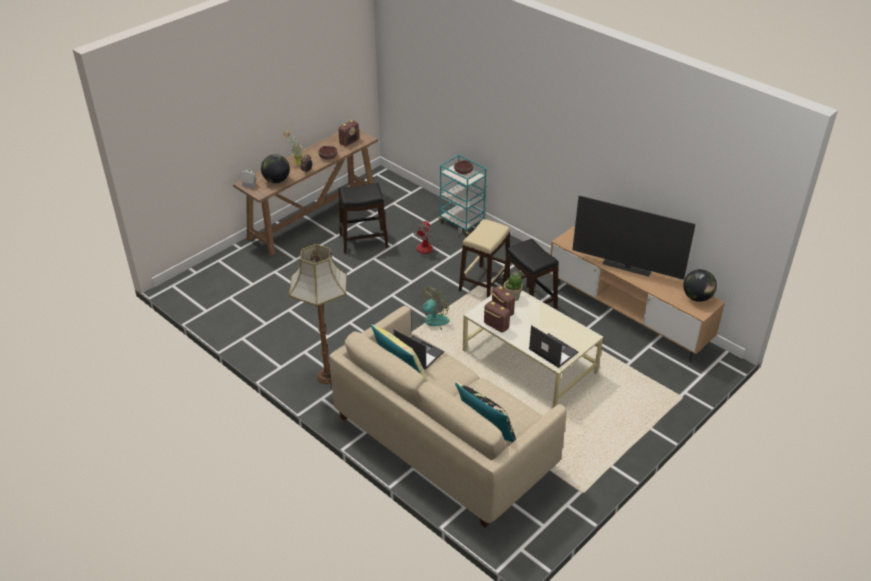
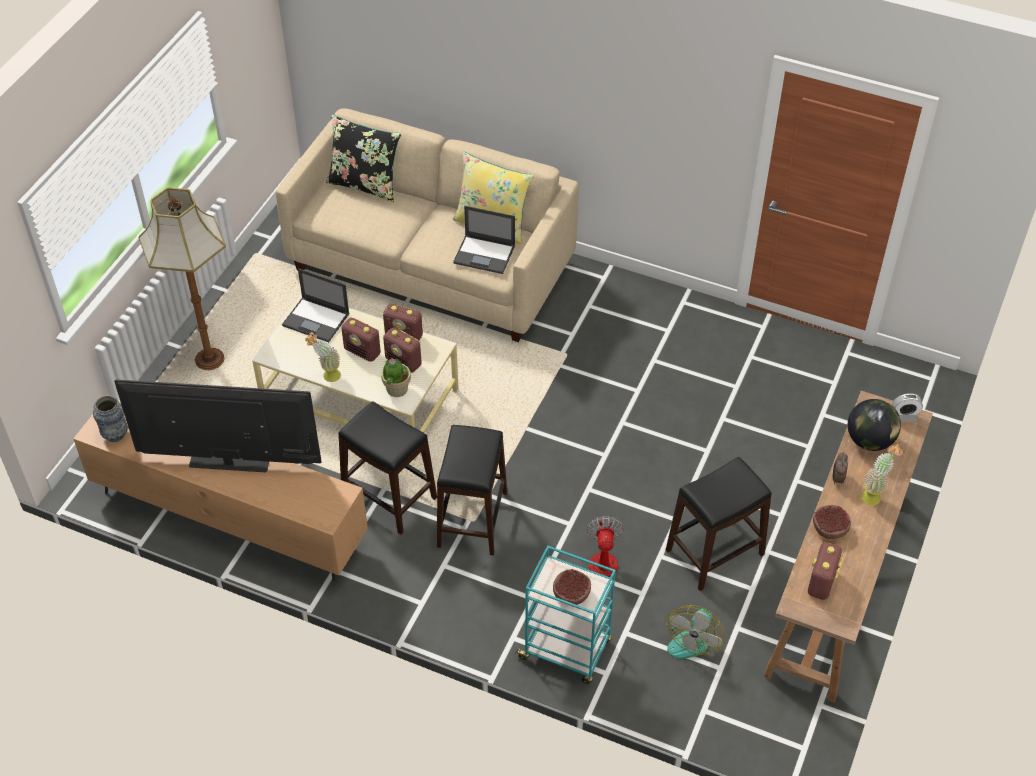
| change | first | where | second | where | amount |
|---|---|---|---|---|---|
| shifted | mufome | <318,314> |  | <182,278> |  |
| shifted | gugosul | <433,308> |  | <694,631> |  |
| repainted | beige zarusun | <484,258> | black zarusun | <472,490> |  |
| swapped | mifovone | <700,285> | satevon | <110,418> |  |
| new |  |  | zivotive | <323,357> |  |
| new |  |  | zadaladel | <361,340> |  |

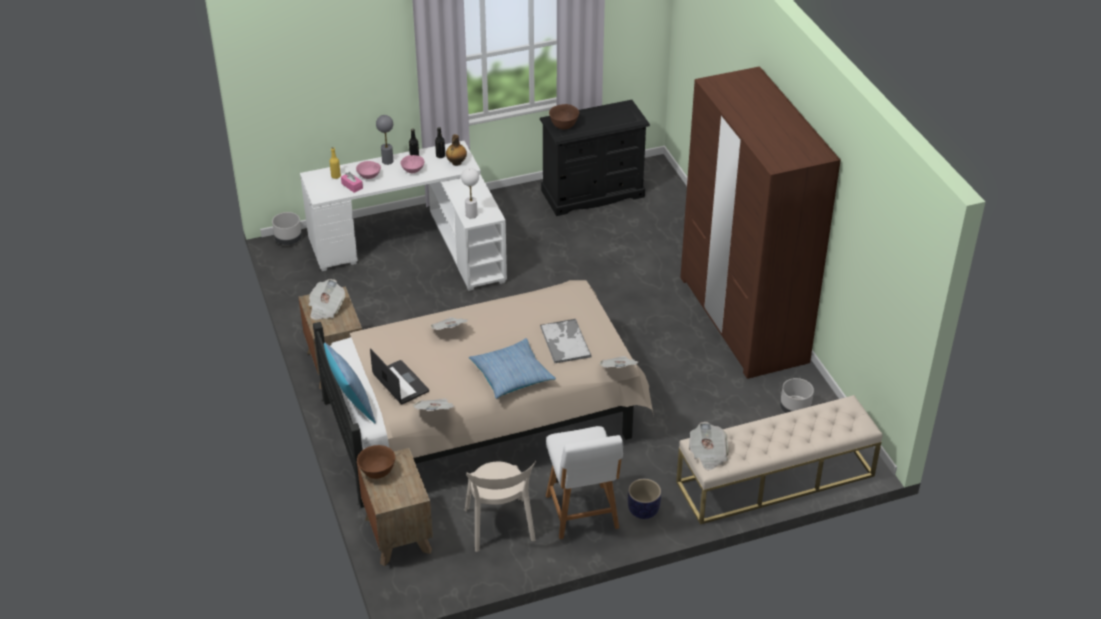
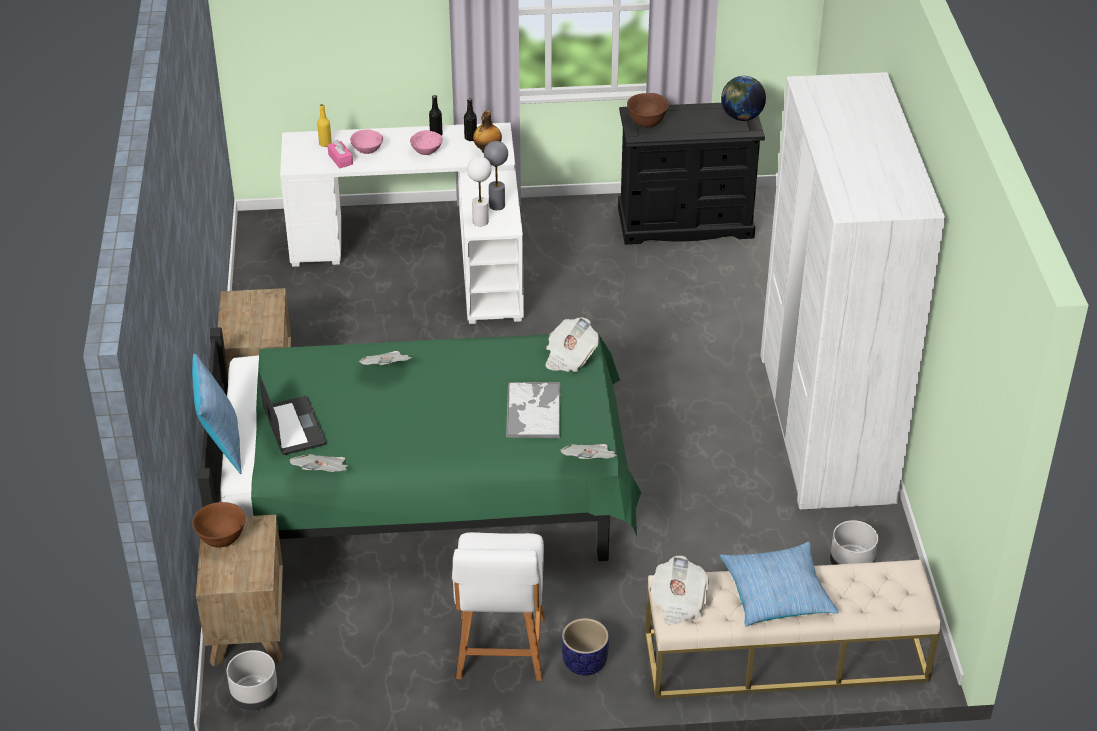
| change | first | where | second | where | amount |
|---|---|---|---|---|---|
| shifted | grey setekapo | <287,228> |  | <252,680> |  |
| shifted | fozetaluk | <327,299> |  | <572,344> |  |
| repainted | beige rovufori | <483,394> | green rovufori | <419,444> |  |
| shifted | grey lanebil | <384,140> |  | <496,175> |  |
| gone | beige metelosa | <500,506> |  |  |  |
| shifted | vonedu | <512,368> |  | <779,584> |  |
| repainted | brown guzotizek | <760,222> | white guzotizek | <852,291> |  |
| new |  |  | mifovone | <743,98> |  |

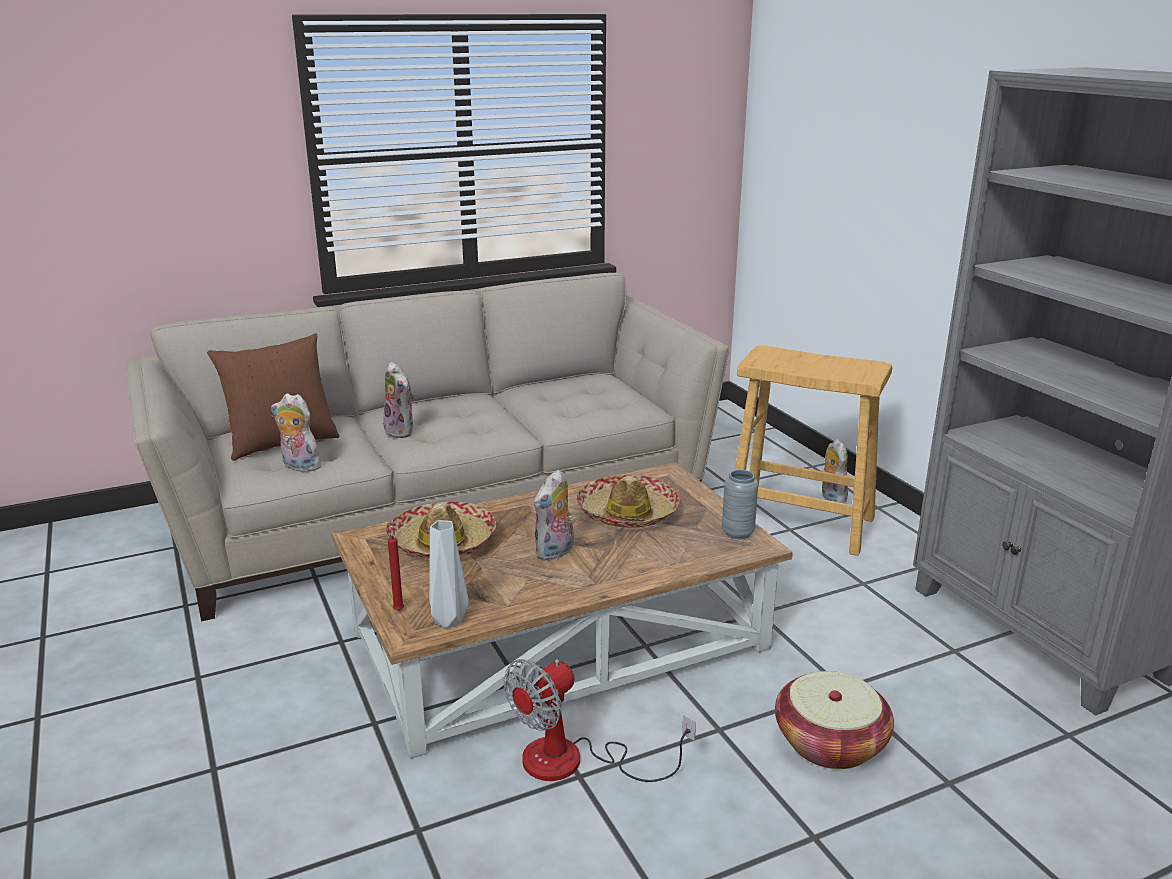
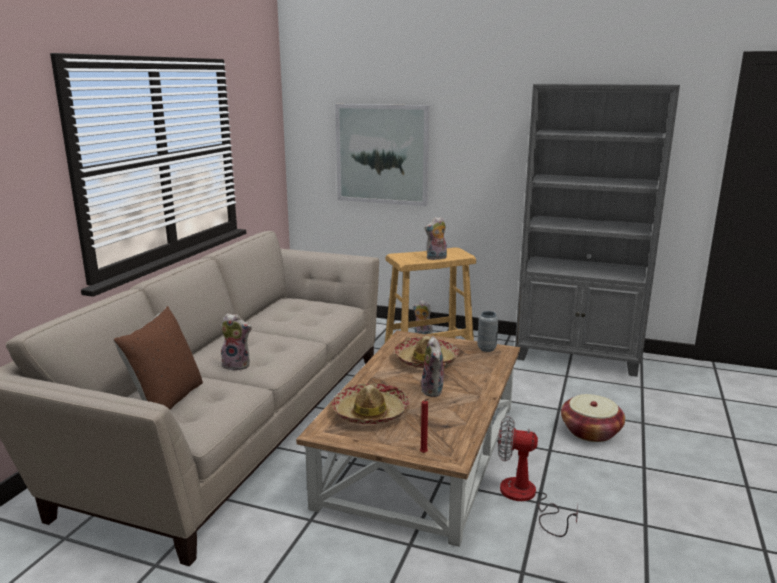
| change | first | where | second | where | amount |
|---|---|---|---|---|---|
| shifted | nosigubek | <296,432> |  | <435,238> |  |
| gone | grey satevon | <449,574> |  |  |  |
| rotated | gugosul | <600,720> |  | <538,476> | 105 degrees clockwise |
| new |  |  | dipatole | <382,155> |  |

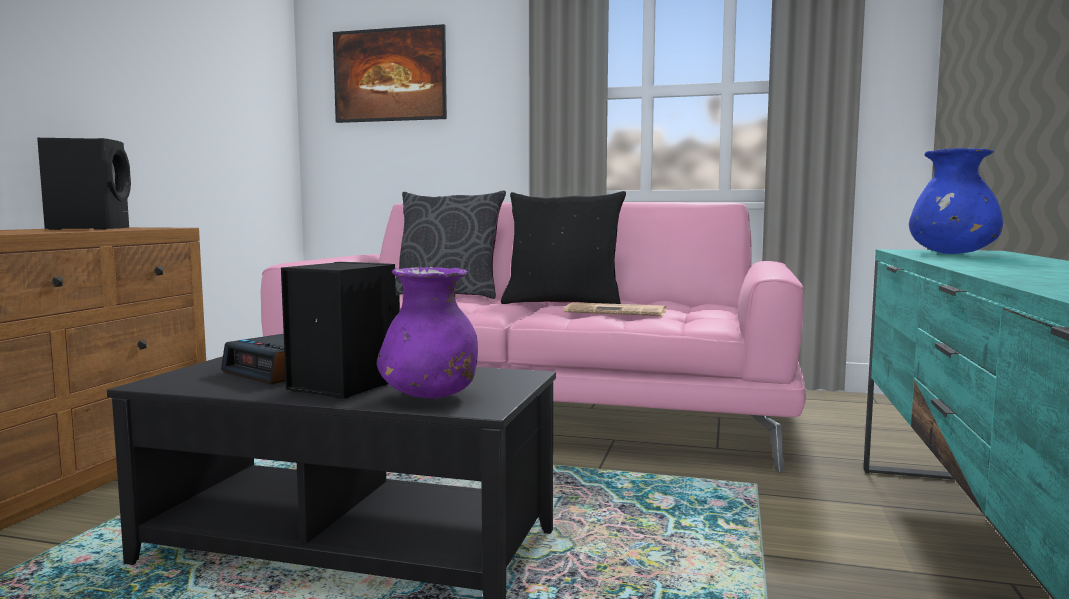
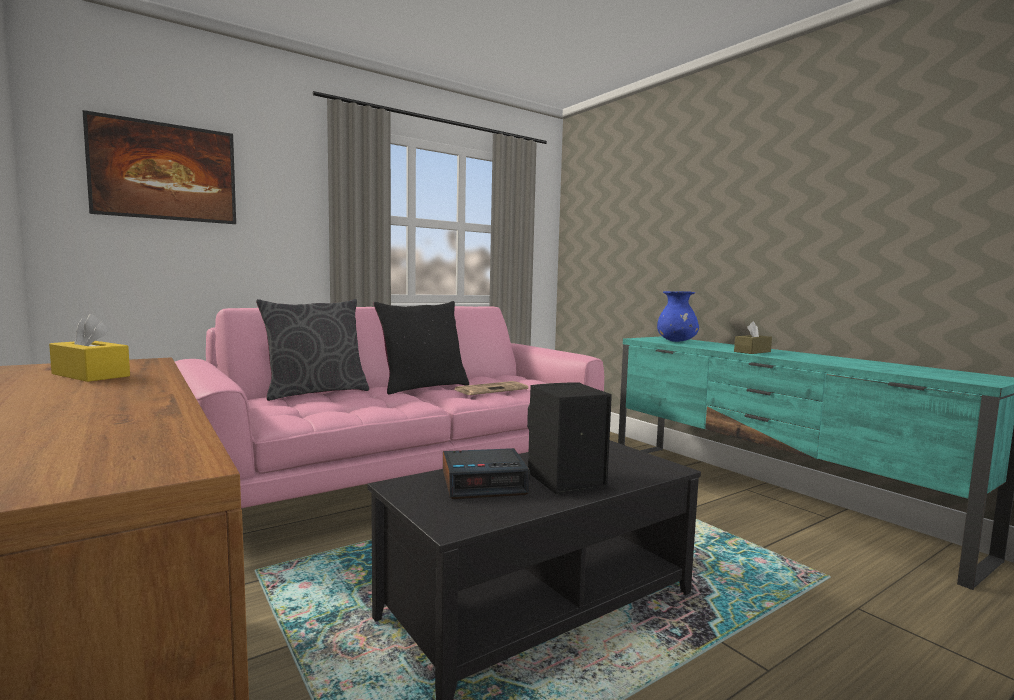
| change | first | where | second | where | amount |
|---|---|---|---|---|---|
| swapped | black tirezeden | <84,184> | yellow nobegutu | <89,348> |  |
| gone | purple satevon | <427,332> |  |  |  |
| new |  |  | brown nobegutu | <753,337> |  |

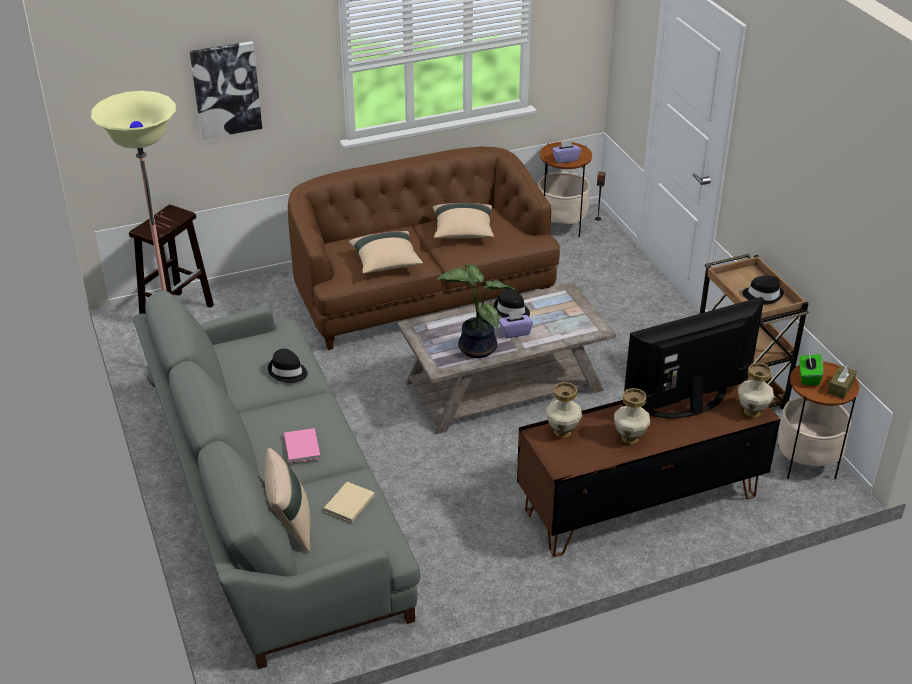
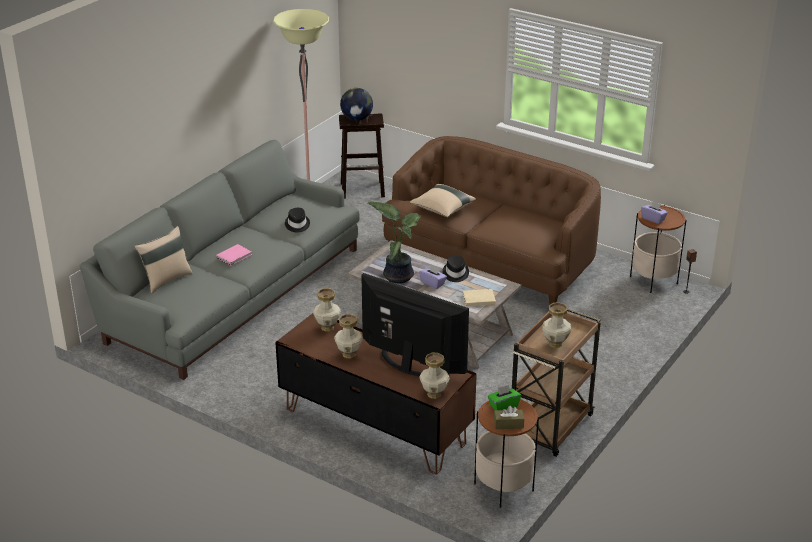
| change | first | where | second | where | amount |
|---|---|---|---|---|---|
| gone | dipatole | <226,90> |  |  |  |
| shifted | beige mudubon | <349,502> |  | <479,297> |  |
| gone | beige vonedu | <463,221> |  |  |  |
| swapped | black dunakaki | <763,290> | satevon | <556,325> |  |
| new |  |  | mifovone | <356,104> |  |

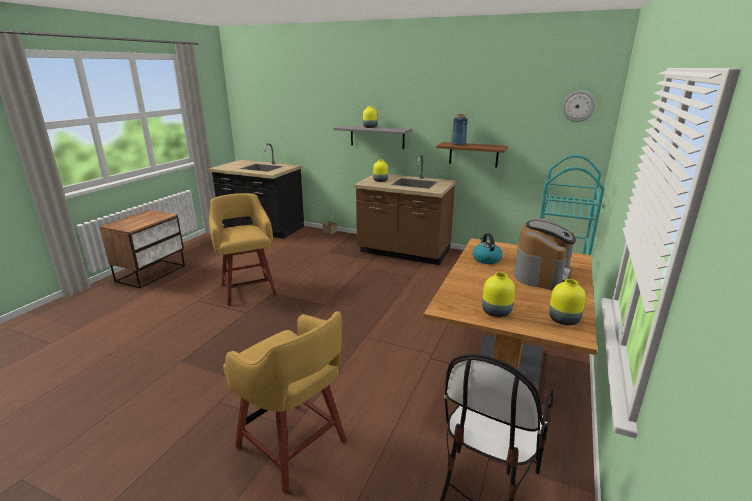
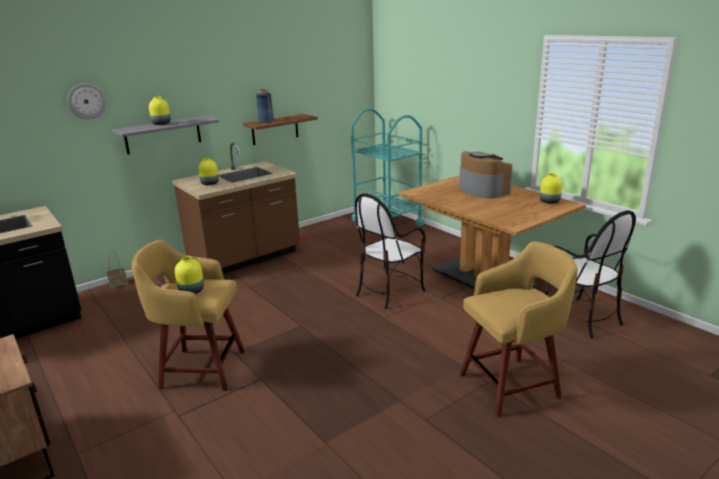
| change | first | where | second | where | amount |
|---|---|---|---|---|---|
| gone | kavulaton | <487,248> |  |  |  |
| shifted | yellow satevon | <498,294> |  | <189,275> |  |
| shifted | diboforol | <579,106> |  | <87,101> |  |
| new |  |  | metelosa | <390,251> |  |

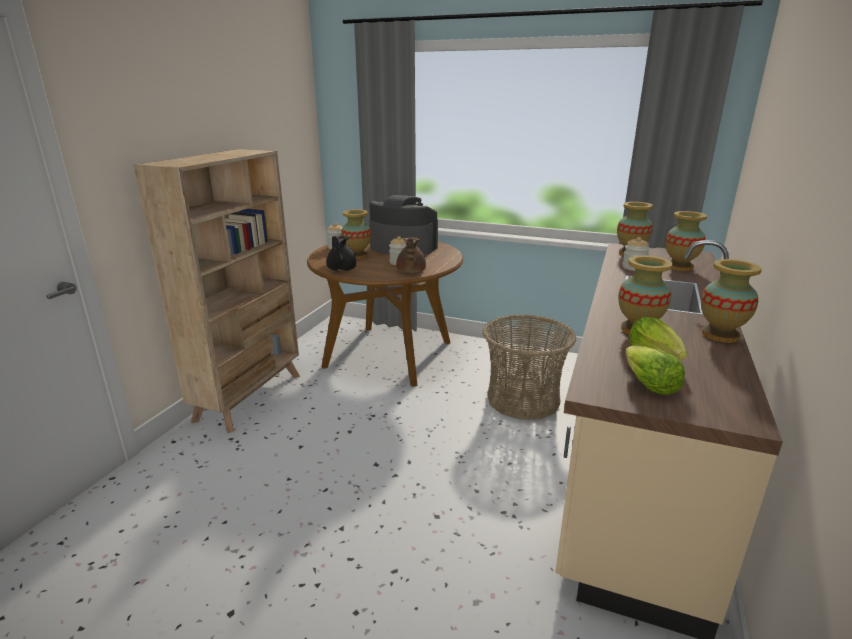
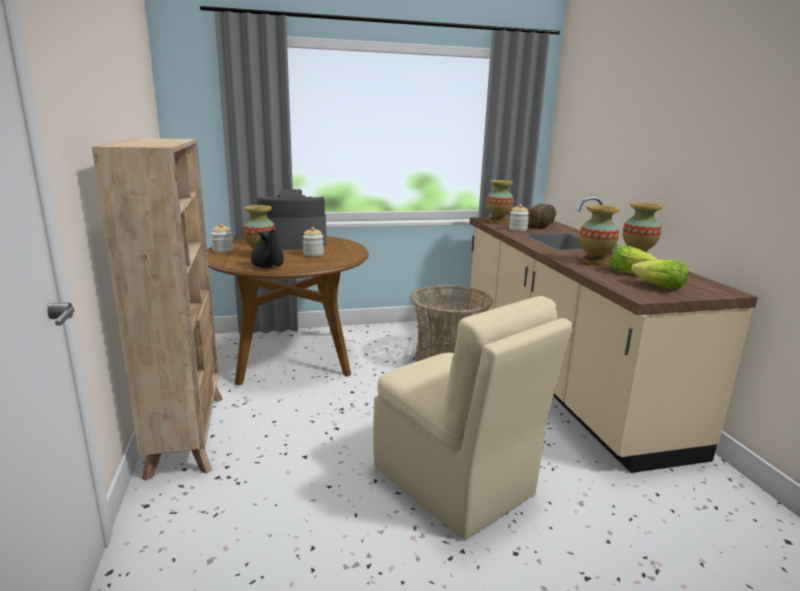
| change | first | where | second | where | amount |
|---|---|---|---|---|---|
| gone | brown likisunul | <411,255> |  |  |  |
| swapped | satevon | <686,241> | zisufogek | <542,215> |  |
| new |  |  | beige metelosa | <473,418> |  |

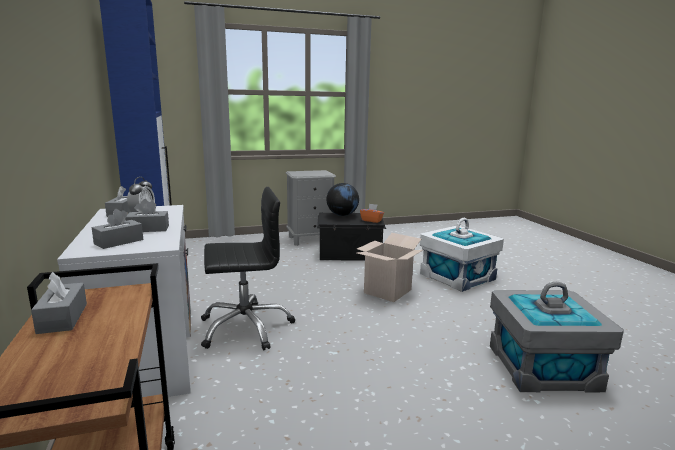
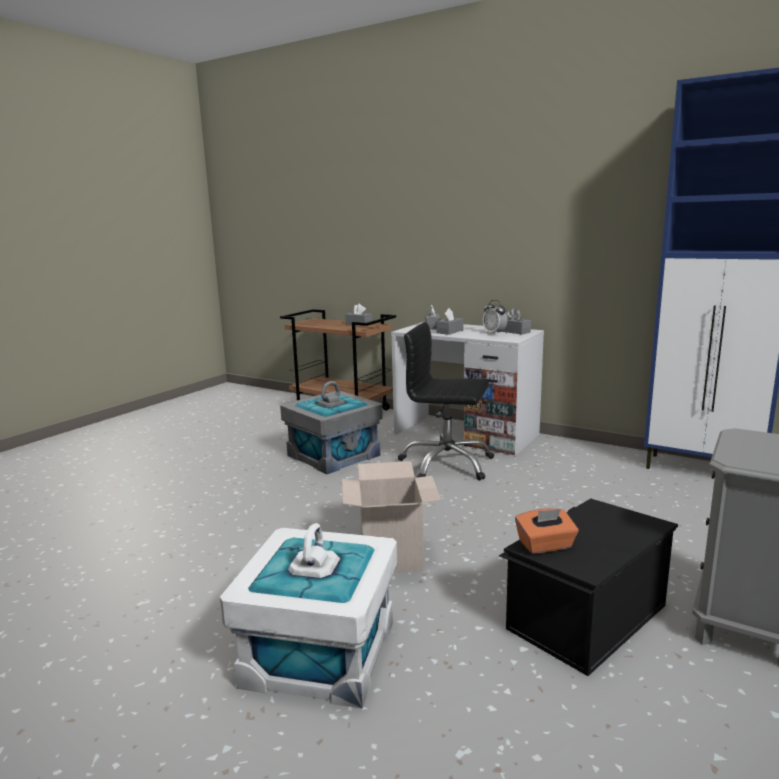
| change | first | where | second | where | amount |
|---|---|---|---|---|---|
| rotated | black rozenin | <248,268> |  | <446,401> | 75 degrees clockwise |
| gone | mifovone | <343,199> |  |  |  |
| shifted | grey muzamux | <557,337> |  | <331,427> |  |

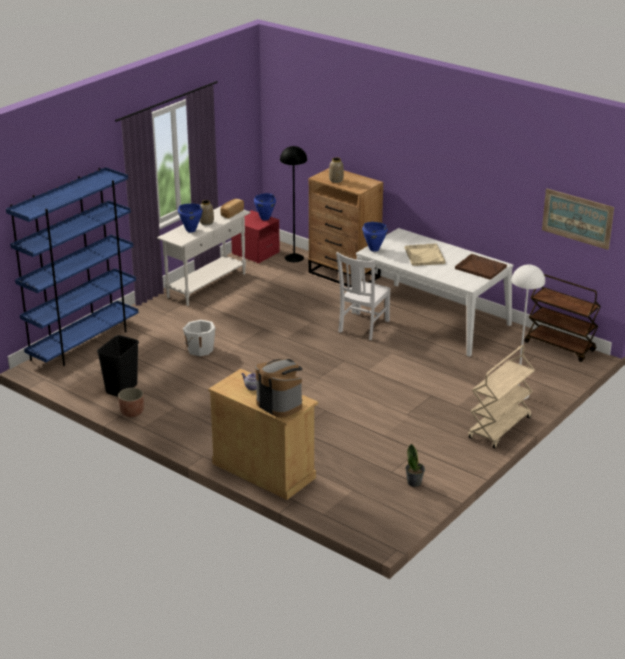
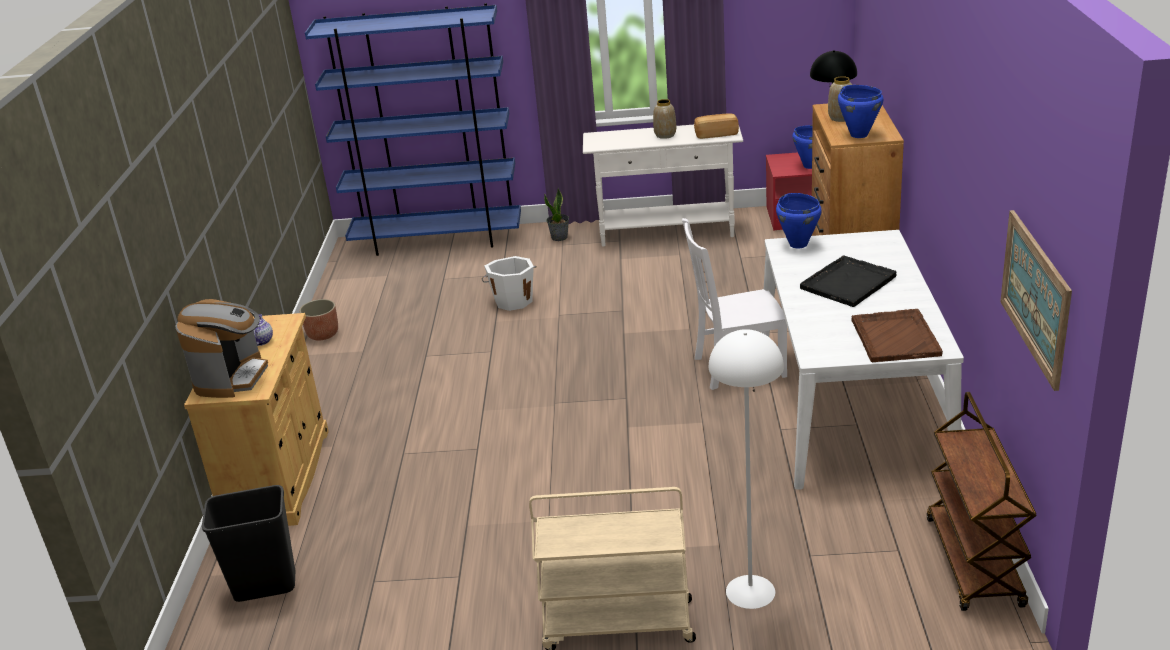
| change | first | where | second | where | amount |
|---|---|---|---|---|---|
| shifted | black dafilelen | <118,366> |  | <248,543> |  |
| shifted | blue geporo | <190,217> |  | <861,111> |  |
| repainted | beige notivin | <425,254> | black notivin | <848,281> |  |
| shifted | zivotive | <415,465> |  | <556,214> |  |

